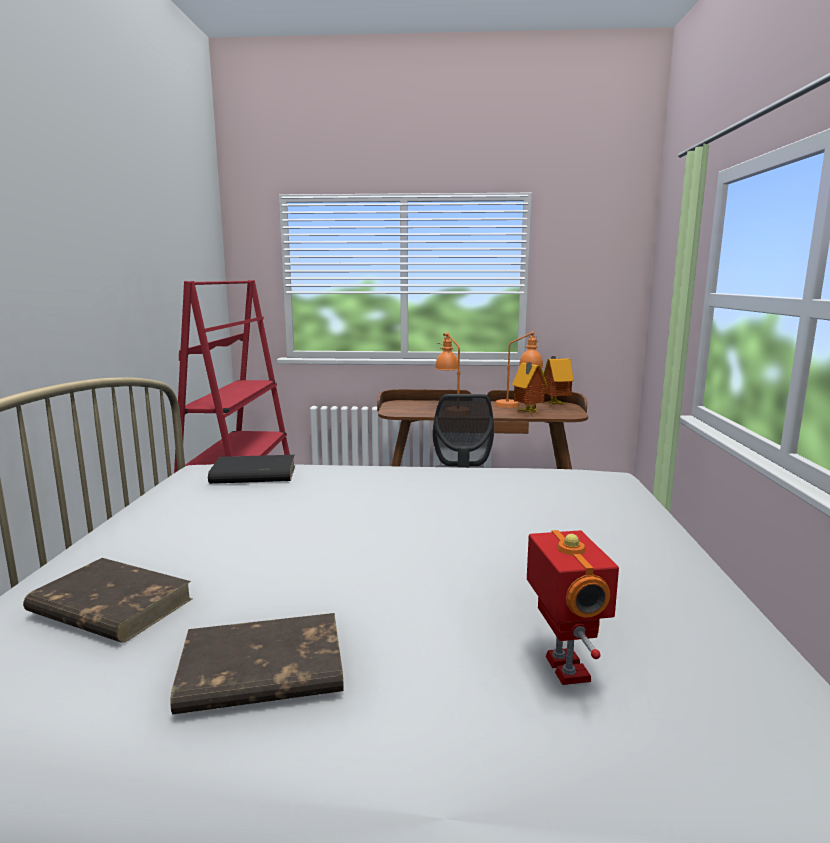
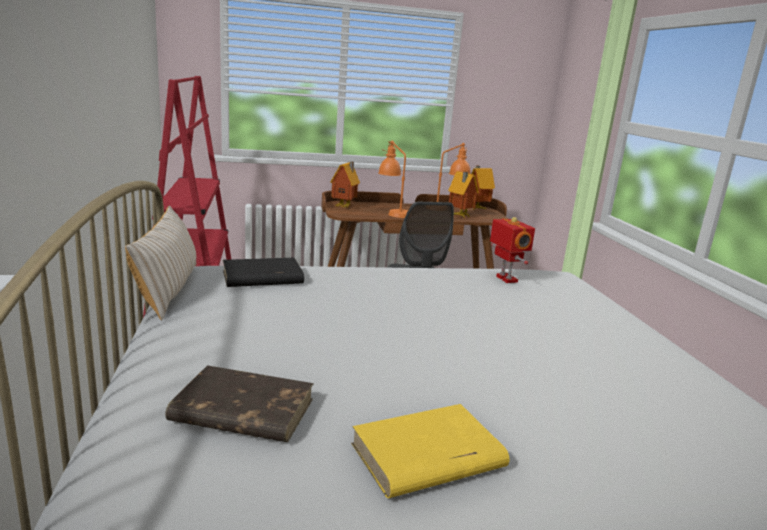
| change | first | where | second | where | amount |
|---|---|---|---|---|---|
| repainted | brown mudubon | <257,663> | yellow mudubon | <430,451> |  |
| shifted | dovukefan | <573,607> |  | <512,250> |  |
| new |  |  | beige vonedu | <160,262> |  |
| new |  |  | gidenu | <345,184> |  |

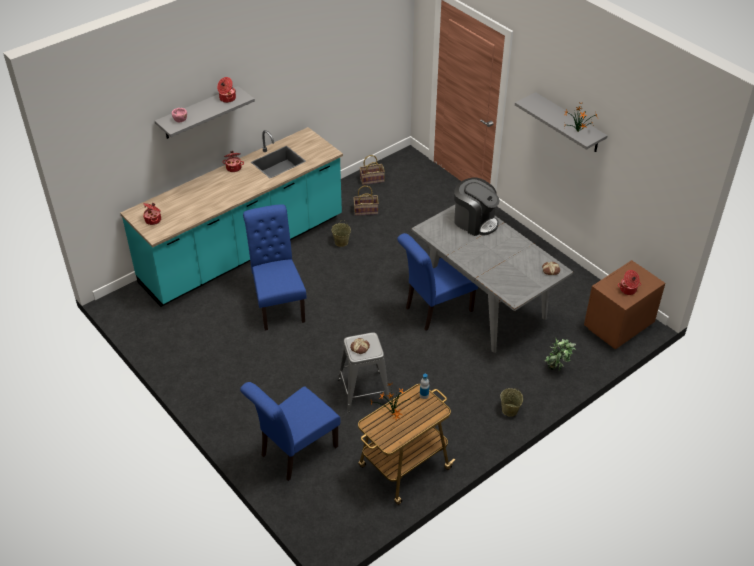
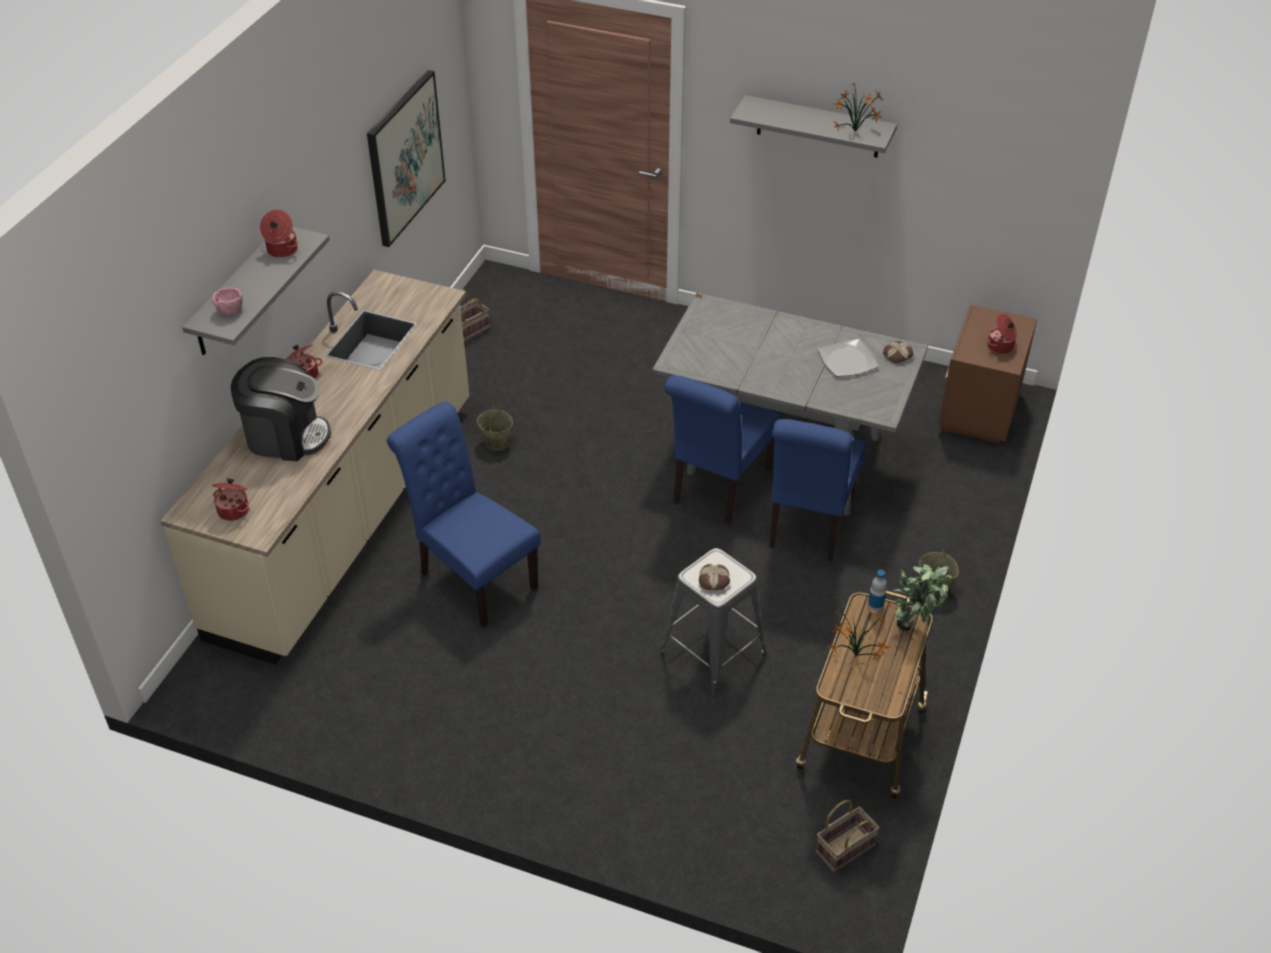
| change | first | where | second | where | amount |
|---|---|---|---|---|---|
| repainted | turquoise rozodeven | <231,217> | beige rozodeven | <314,467> |  |
| shifted | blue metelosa | <290,431> |  | <818,490> |  |
| shifted | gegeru | <366,201> |  | <848,836> |  |
| shifted | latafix | <477,207> |  | <281,409> |  |
| shifted | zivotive | <560,355> |  | <922,597> |  |
| new |  |  | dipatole | <406,158> |  |
| new |  |  | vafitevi | <848,358> |  |

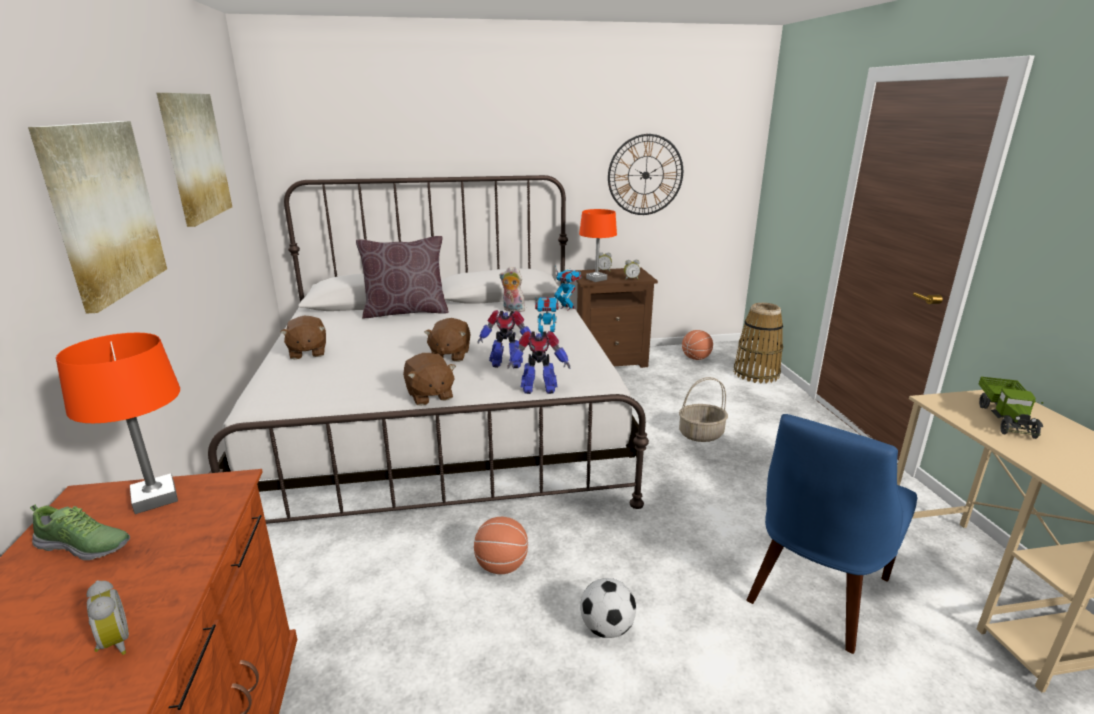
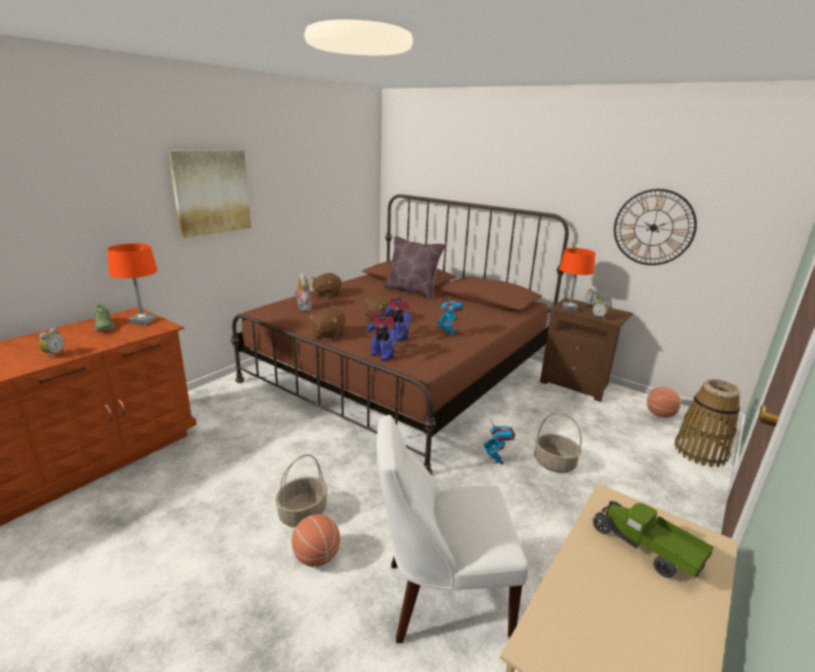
| change | first | where | second | where | amount |
|---|---|---|---|---|---|
| gone | dipatole | <194,160> |  |  |  |
| repainted | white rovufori | <428,349> | brown rovufori | <400,334> |  |
| shifted | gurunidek | <501,545> |  | <316,540> |  |
| shifted | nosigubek | <512,289> |  | <303,292> |  |
| shifted | dovukefan | <567,288> |  | <499,441> |  |
| swapped | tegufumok | <608,608> | gegeru | <301,490> |  |
| repainted | blue metelosa | <831,534> | white metelosa | <452,529> |  |
| rotated | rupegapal | <1011,408> |  | <653,540> | 75 degrees clockwise |

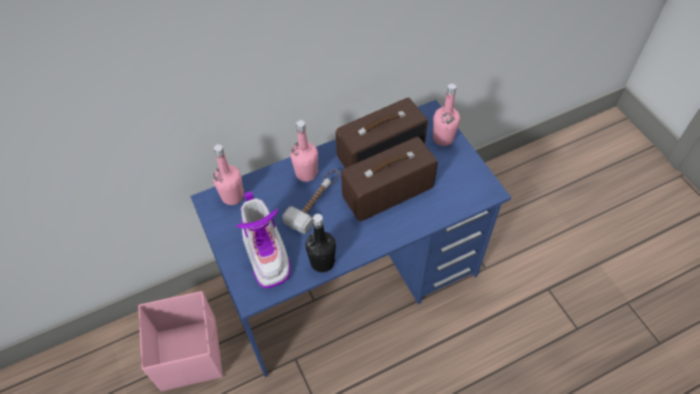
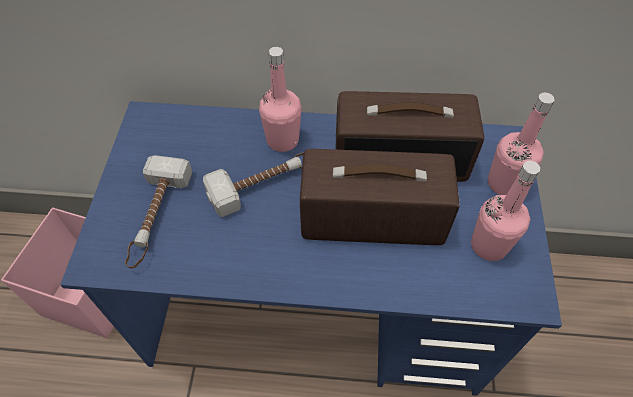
| change | first | where | second | where | amount |
|---|---|---|---|---|---|
| shifted | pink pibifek | <228,174> |  | <505,211> |  |
| swapped | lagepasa | <263,239> | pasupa | <158,211> |  |
| gone | black pibifek | <321,243> |  |  |  |

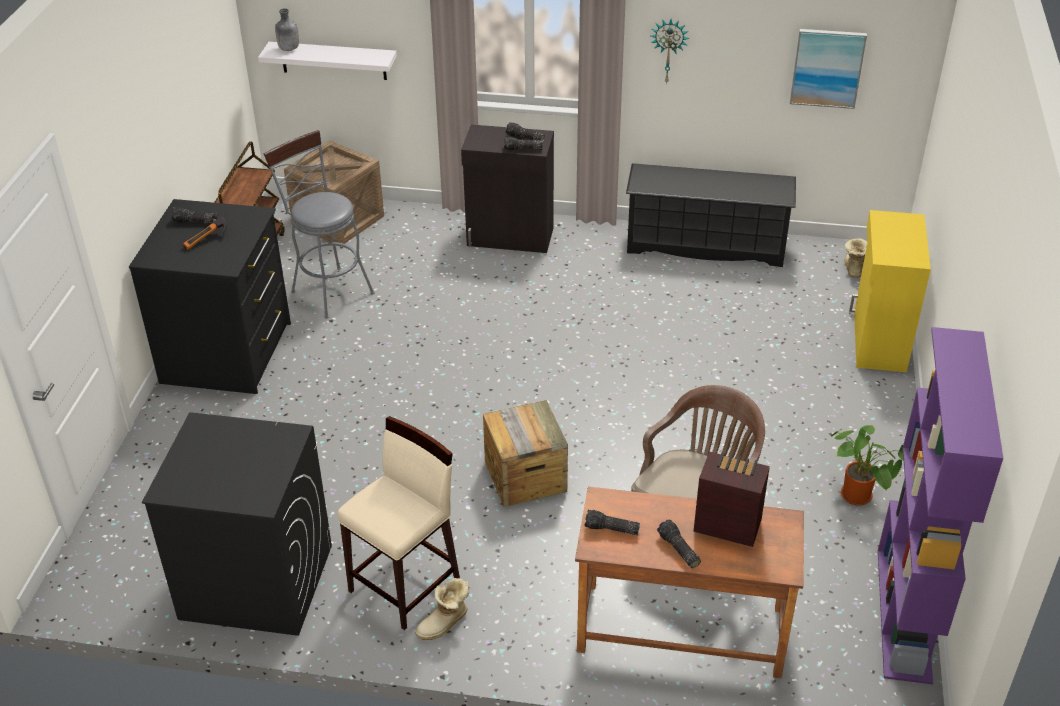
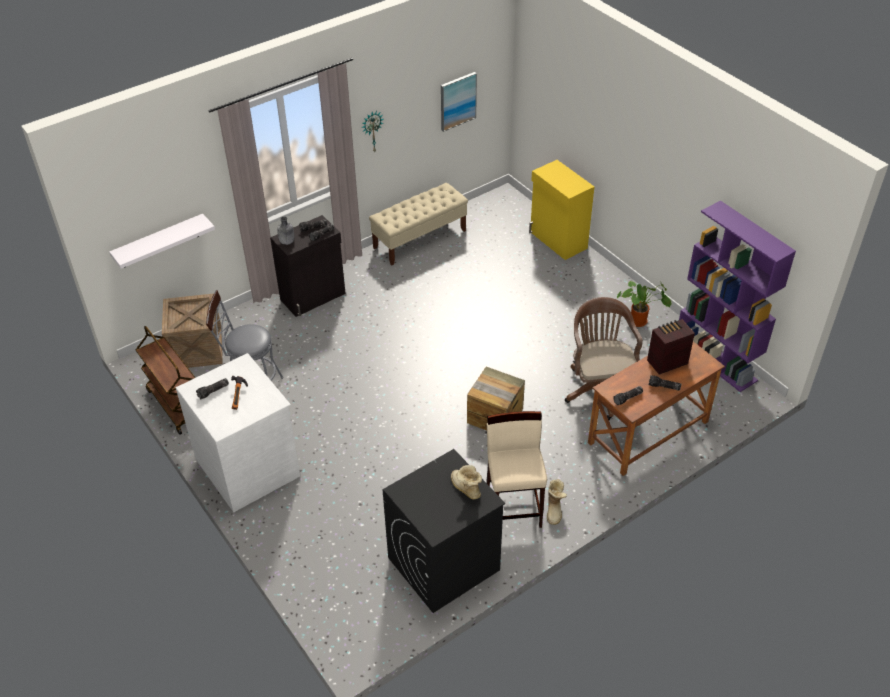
| change | first | where | second | where | amount |
|---|---|---|---|---|---|
| repainted | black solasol | <210,296> | white solasol | <238,432> |  |
| shifted | grey pibifek | <287,29> |  | <285,230> |  |
| swapped | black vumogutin | <711,215> | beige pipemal | <418,224> |  |
| shifted | lagepasa | <856,258> |  | <466,482> |  |

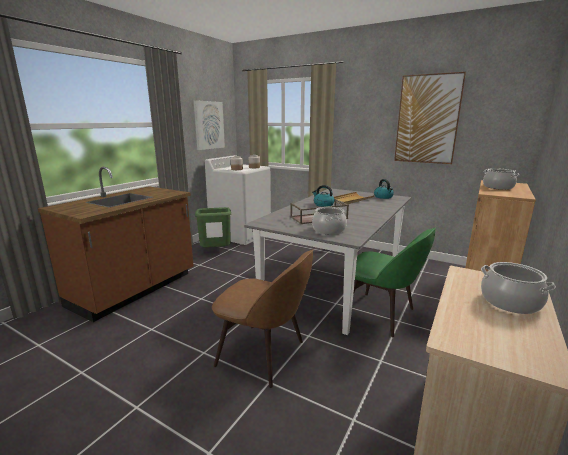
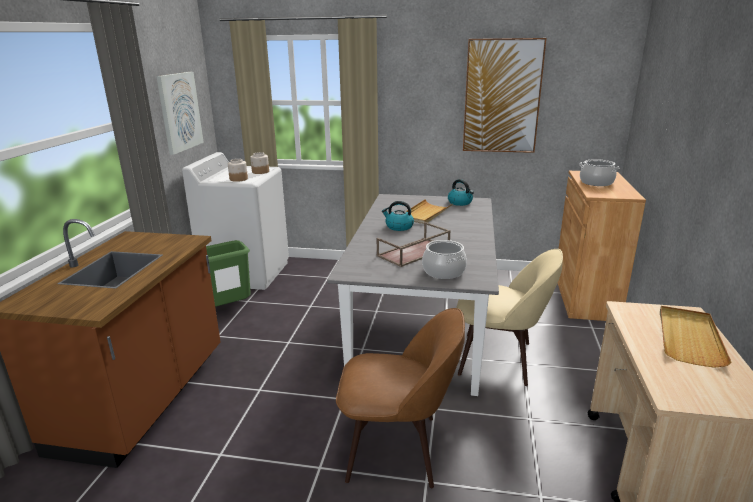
| change | first | where | second | where | amount |
|---|---|---|---|---|---|
| repainted | green metelosa | <388,282> | beige metelosa | <509,317> |  |
| swapped | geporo | <518,288> | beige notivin | <696,337> |  |

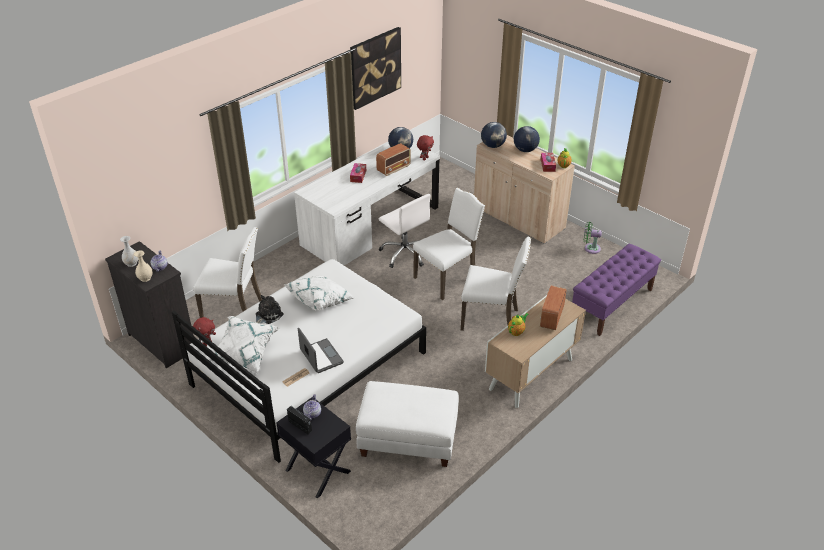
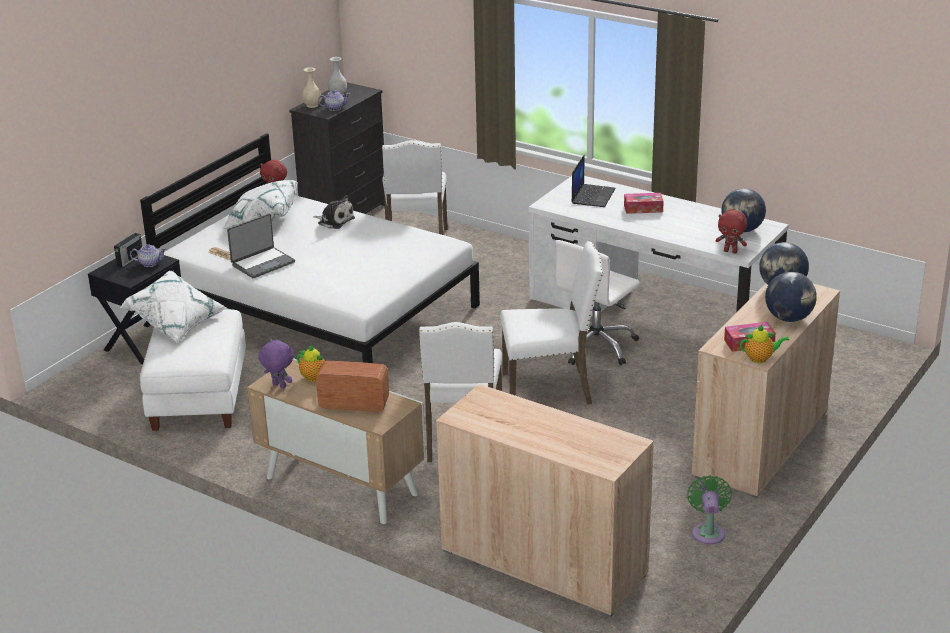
| change | first | where | second | where | amount |
|---|---|---|---|---|---|
| shifted | white vonedu | <319,293> |  | <173,307> |  |
| gone | dipatole | <375,68> |  |  |  |
| gone | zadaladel | <393,159> |  |  |  |
| rotated | white metelosa | <449,244> |  | <552,322> | 45 degrees counterclockwise |
| swapped | purple pipemal | <616,290> | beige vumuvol | <545,500> |  |
| new |  |  | purple nosigubek | <276,363> |  |
| new |  |  | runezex | <593,180> |  |

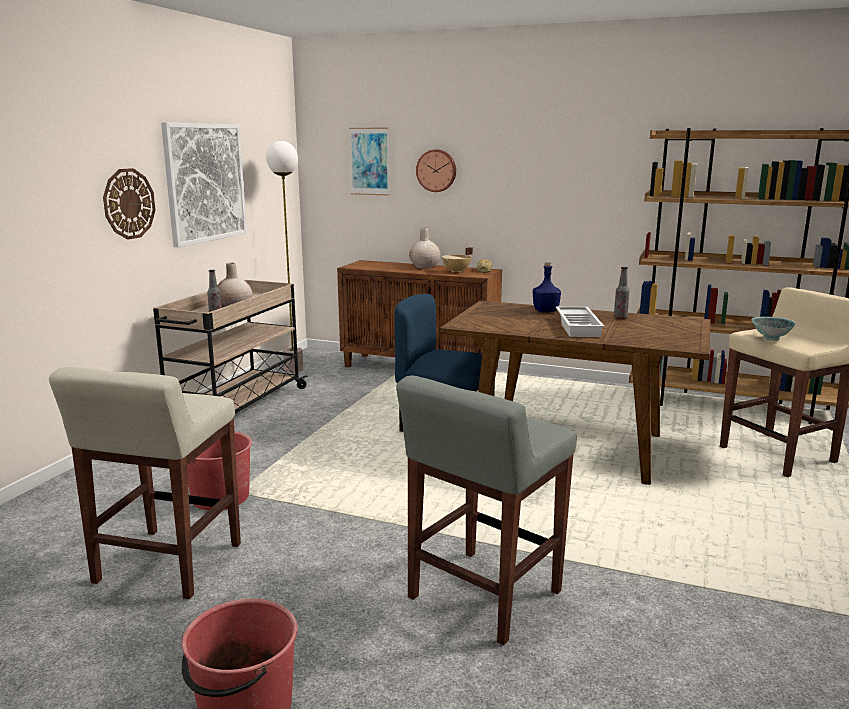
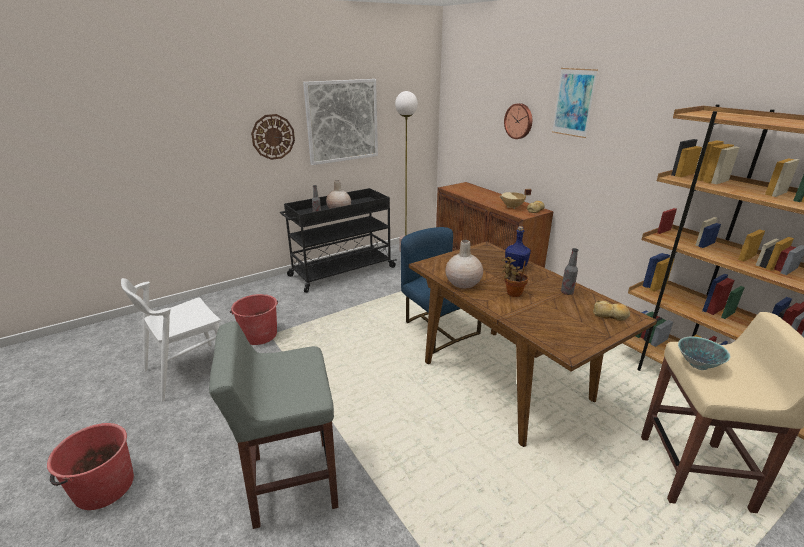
| change | first | where | second | where | amount |
|---|---|---|---|---|---|
| swapped | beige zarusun | <145,483> | white metelosa | <171,340> |  |
| repainted | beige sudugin | <230,346> | black sudugin | <338,240> |  |
| shifted | dipatole | <369,162> |  | <575,103> |  |
| shifted | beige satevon | <425,248> |  | <464,264> |  |
| swapped | white notivin | <580,322> | zivotive | <514,277> |  |
| new |  |  | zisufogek | <611,311> |  |

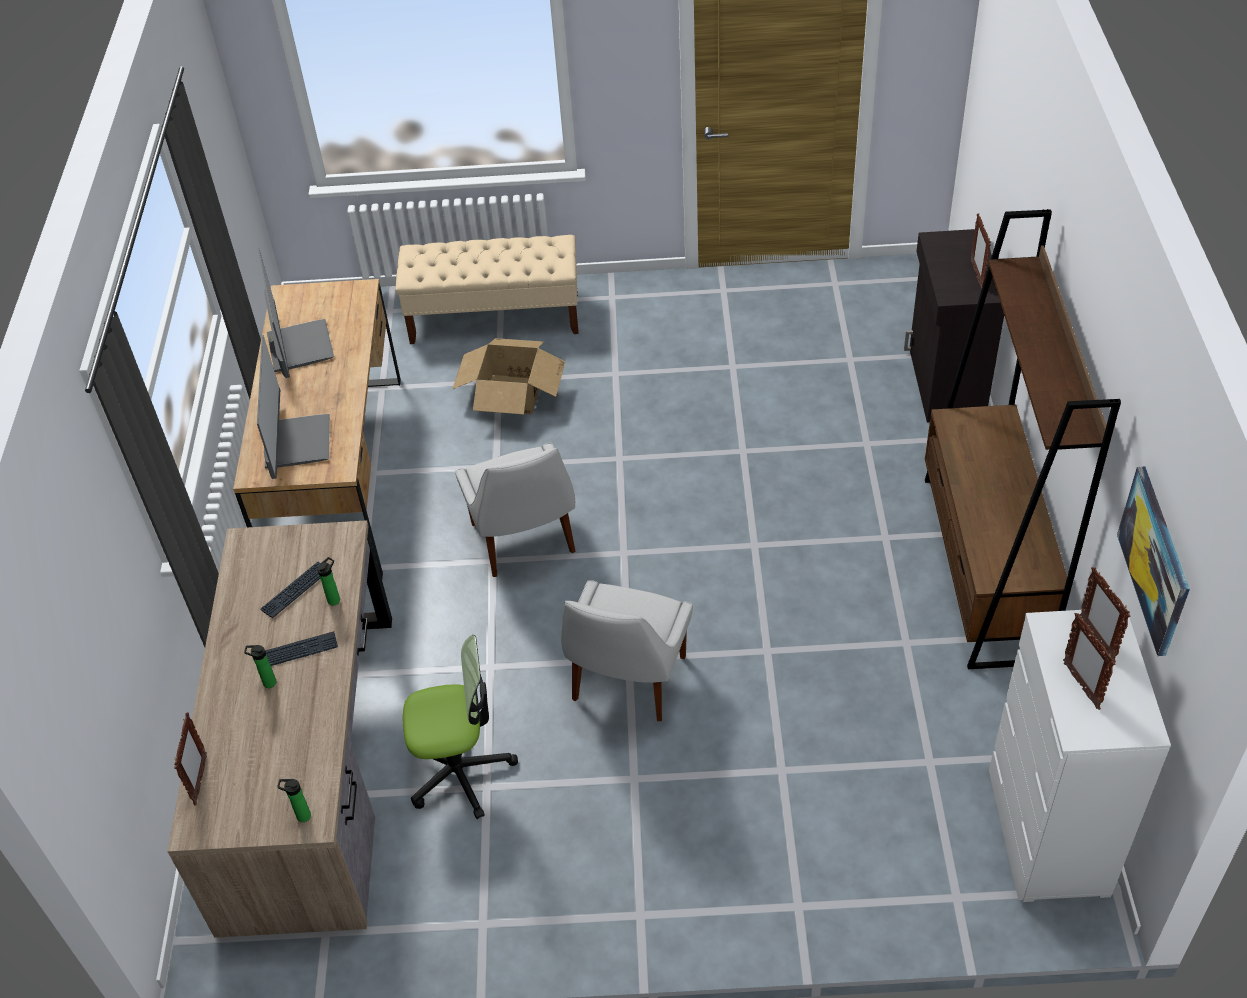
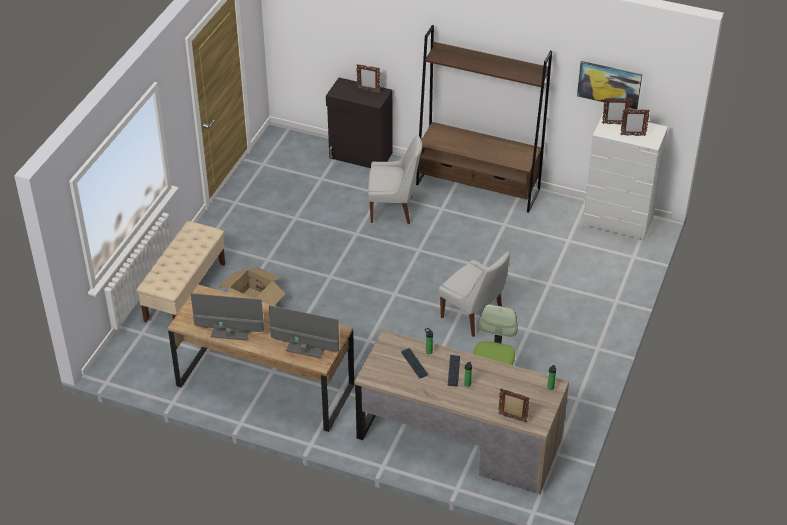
| change | first | where | second | where | amount |
|---|---|---|---|---|---|
| shifted | white metelosa | <515,510> |  | <395,179> |  |

